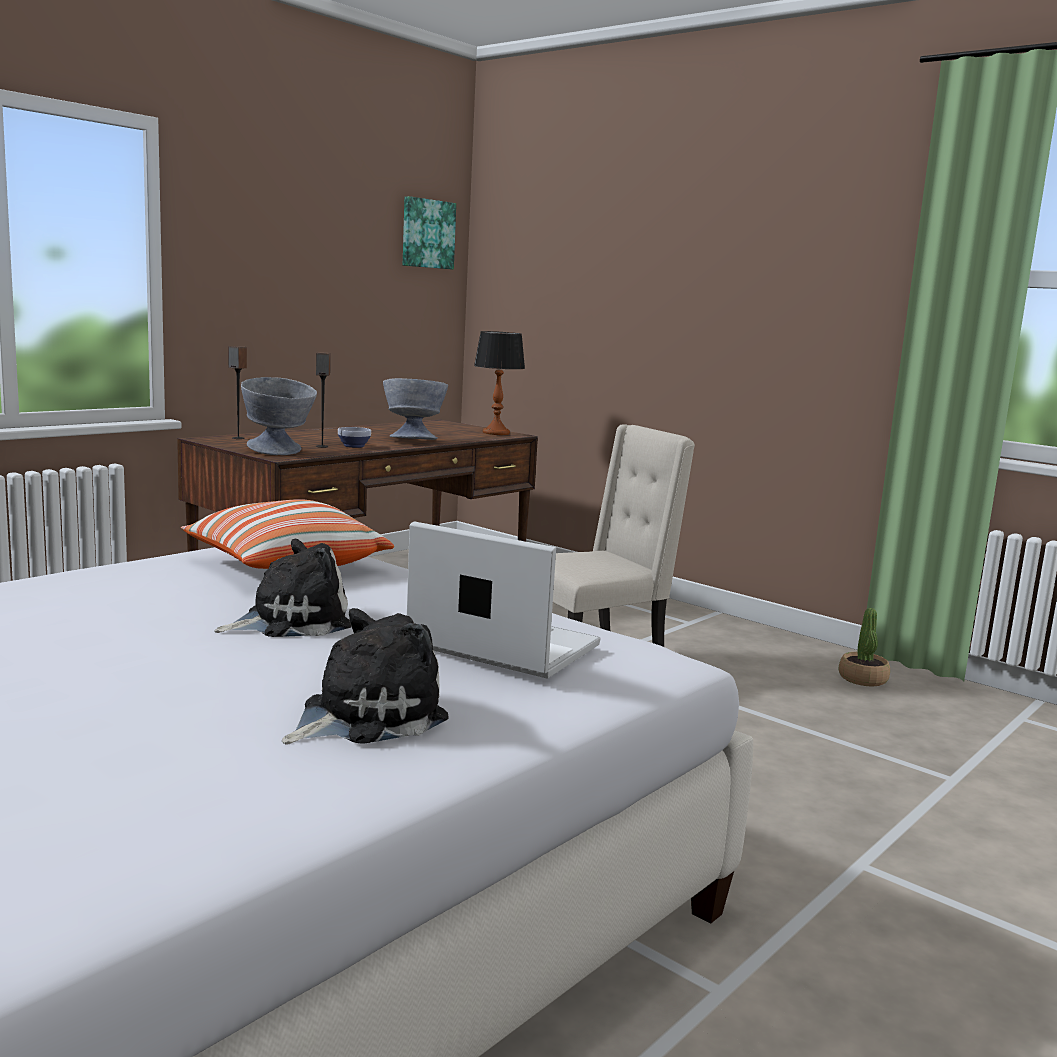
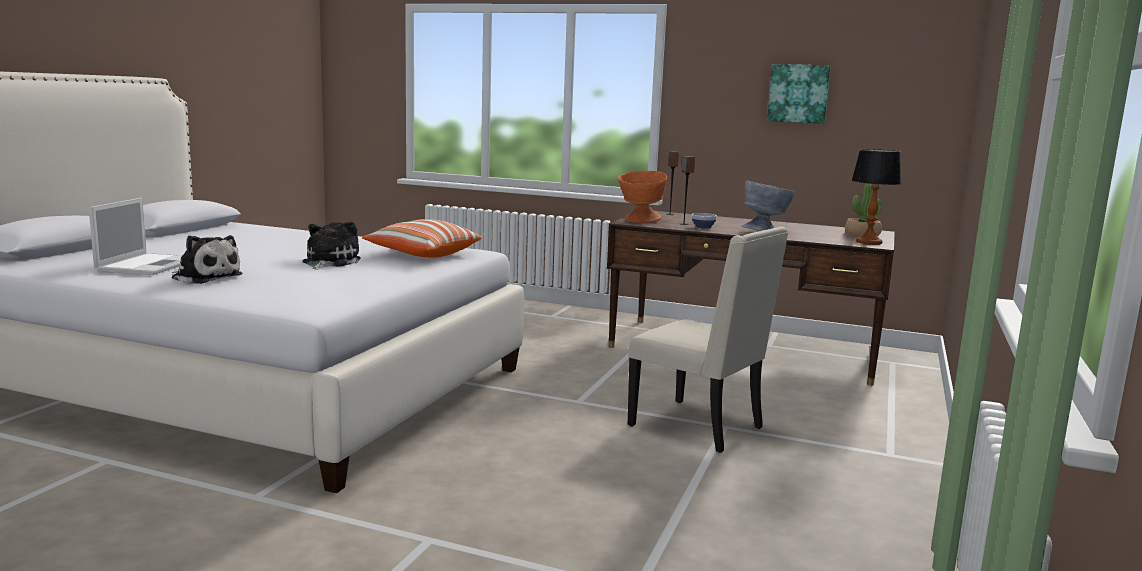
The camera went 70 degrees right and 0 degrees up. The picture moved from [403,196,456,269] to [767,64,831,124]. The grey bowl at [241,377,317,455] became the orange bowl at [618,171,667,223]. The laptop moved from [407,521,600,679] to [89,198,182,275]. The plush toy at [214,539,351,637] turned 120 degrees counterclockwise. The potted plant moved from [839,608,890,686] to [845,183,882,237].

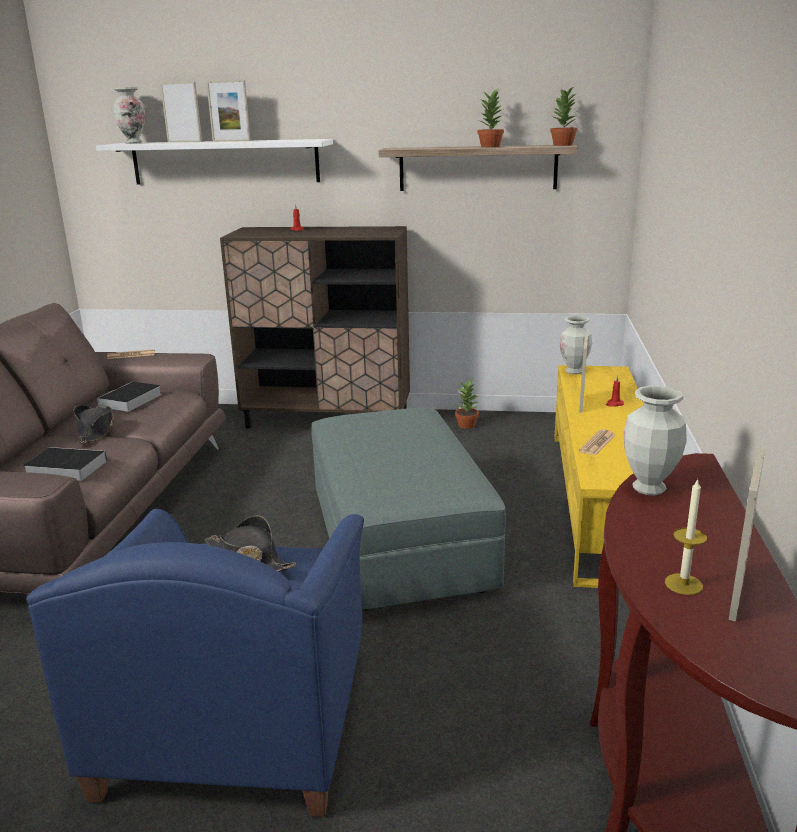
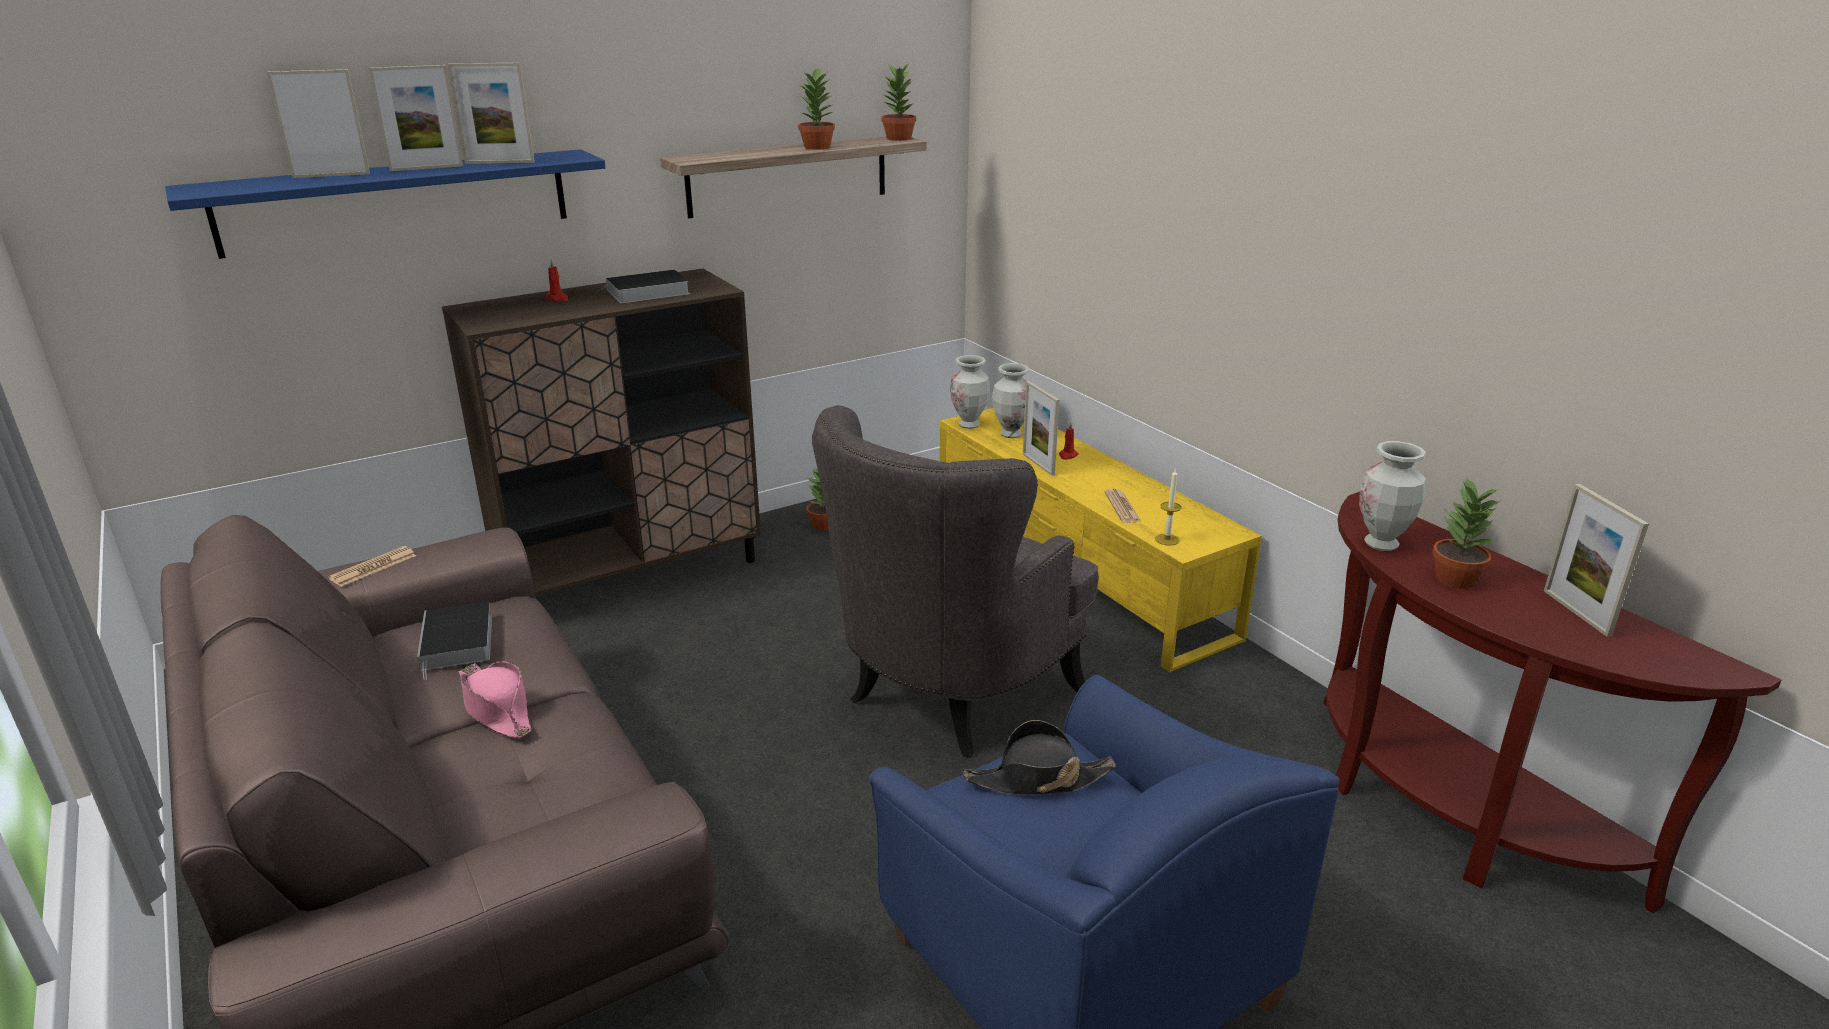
The camera went 40 degrees left and 5 degrees up. The vase moved from [113,87,145,144] to [992,363,1029,438]. The white shelf at [96,139,333,185] became the blue shelf at [165,149,605,259]. The black hat at [73,405,114,444] became the pink hat at [459,661,531,738]. The grey ottoman at [311,408,506,611] was replaced by the grey armchair at [812,405,1099,758]. The book moved from [23,447,107,481] to [595,269,690,303]. The candle moved from [665,478,707,595] to [1155,468,1182,546]. The picture frame at [448,63,535,164] appeared. The potted plant at [1432,478,1500,589] appeared.

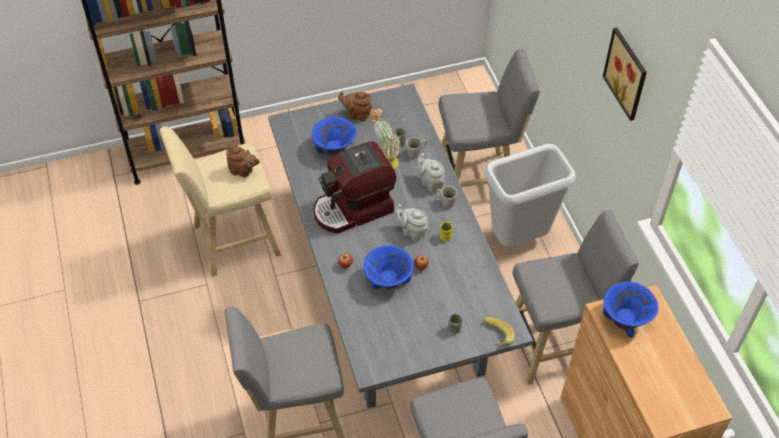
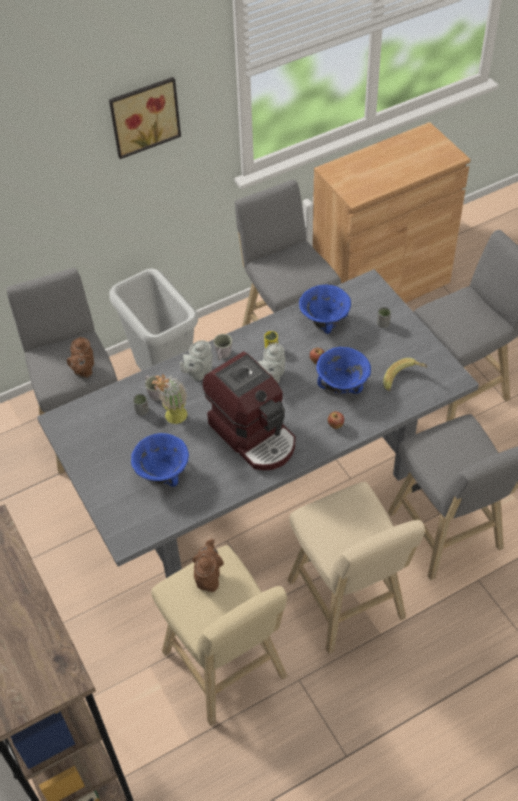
The camera went 100 degrees left and 0 degrees up. The brown teapot moved from [338,91,372,122] to [67,337,94,378]. The blue bowl moved from [603,282,658,338] to [299,285,351,334]. The banana moved from [483,317,515,346] to [383,358,428,391]. The beige stool at [287,482,425,654] appeared.

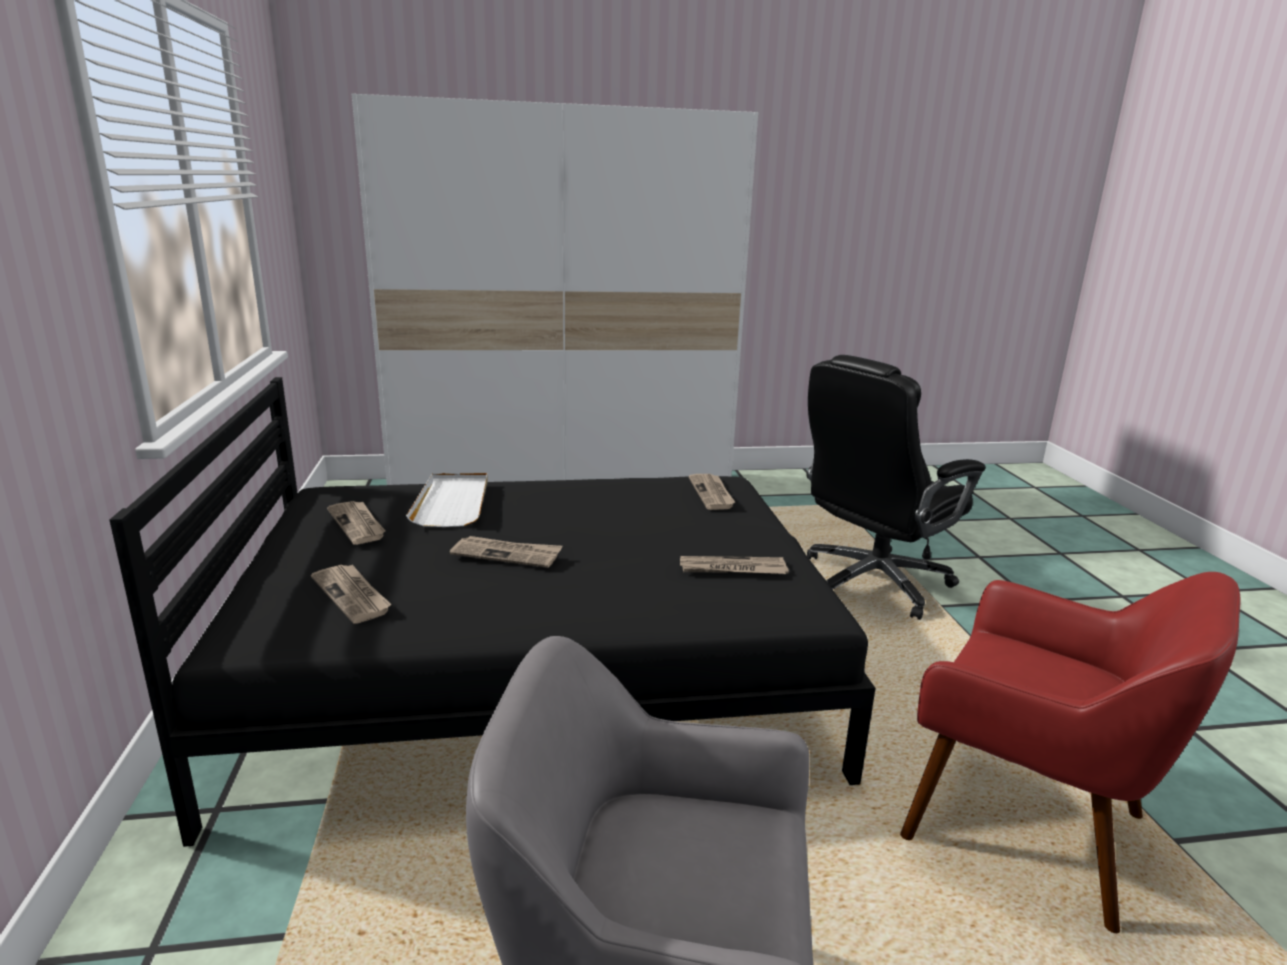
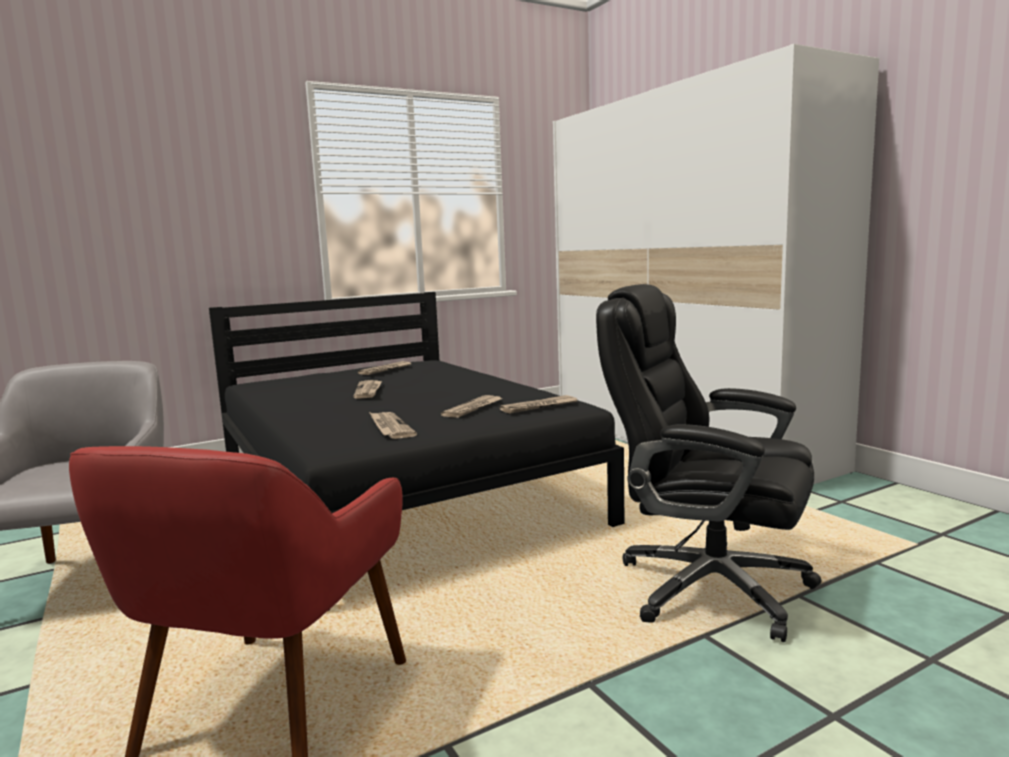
The camera went 70 degrees right and 10 degrees down. The white tray at [406,473,488,527] disappeared. The newspaper moved from [311,565,391,624] to [441,395,503,418].

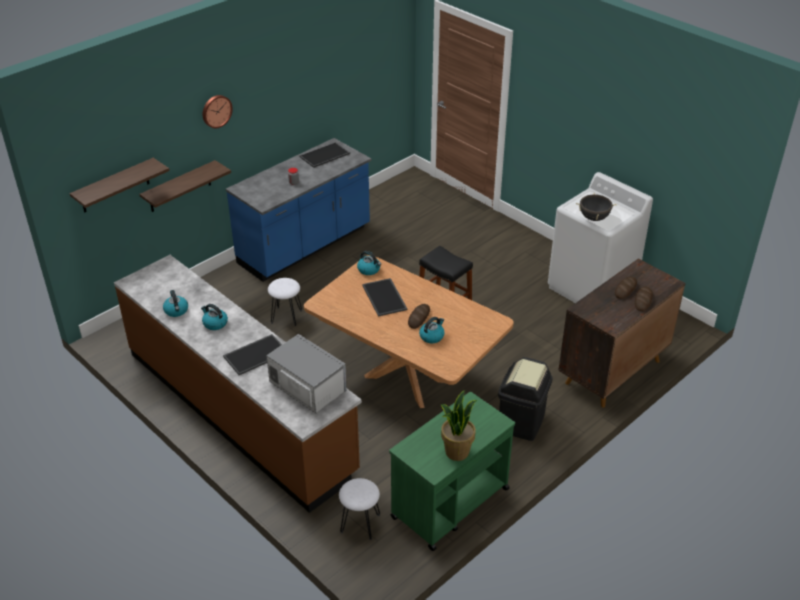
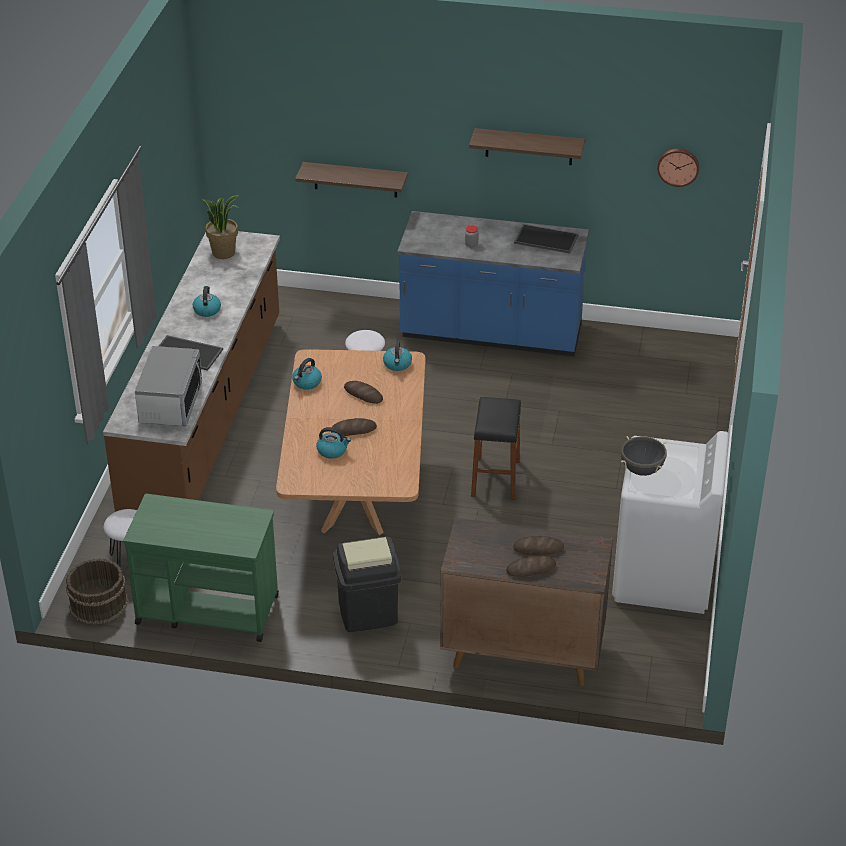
The camera went 55 degrees right and 0 degrees up. The wall clock moved from [203,95,233,128] to [657,149,699,187]. The shelf moved from [70,158,170,212] to [469,128,585,165]. The tray at [362,278,407,317] was replaced by the bread at [344,381,383,404]. The kettle moved from [163,290,188,317] to [292,358,322,389]. The potted plant moved from [441,390,477,461] to [202,196,239,259]. The brown bucket at [66,558,128,624] appeared.

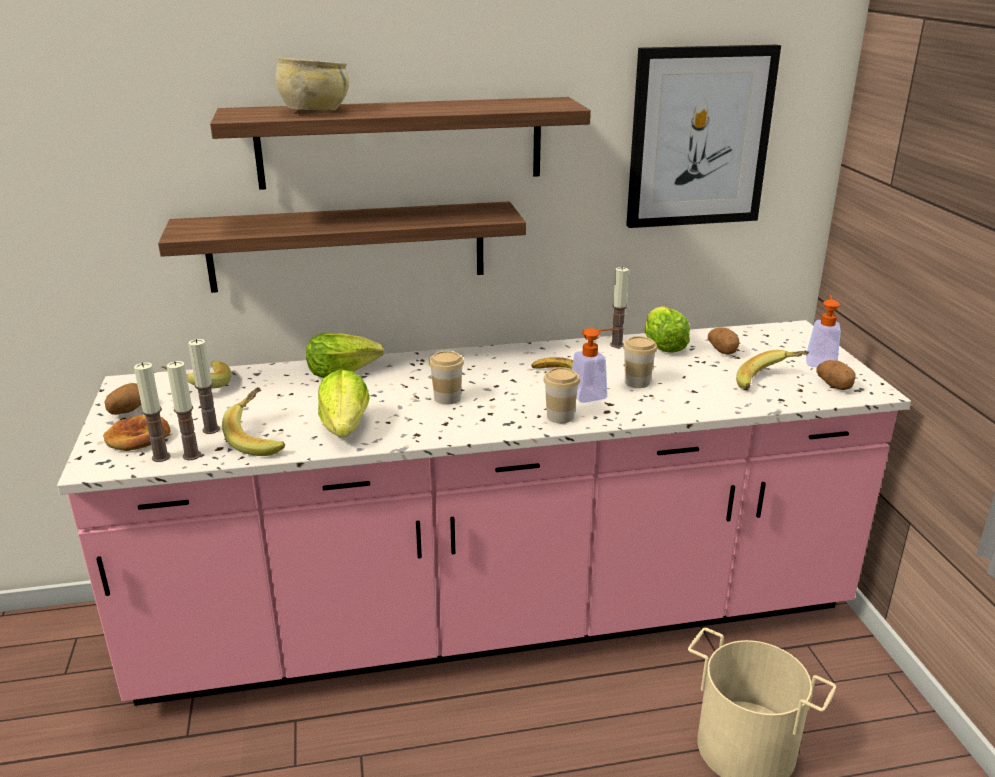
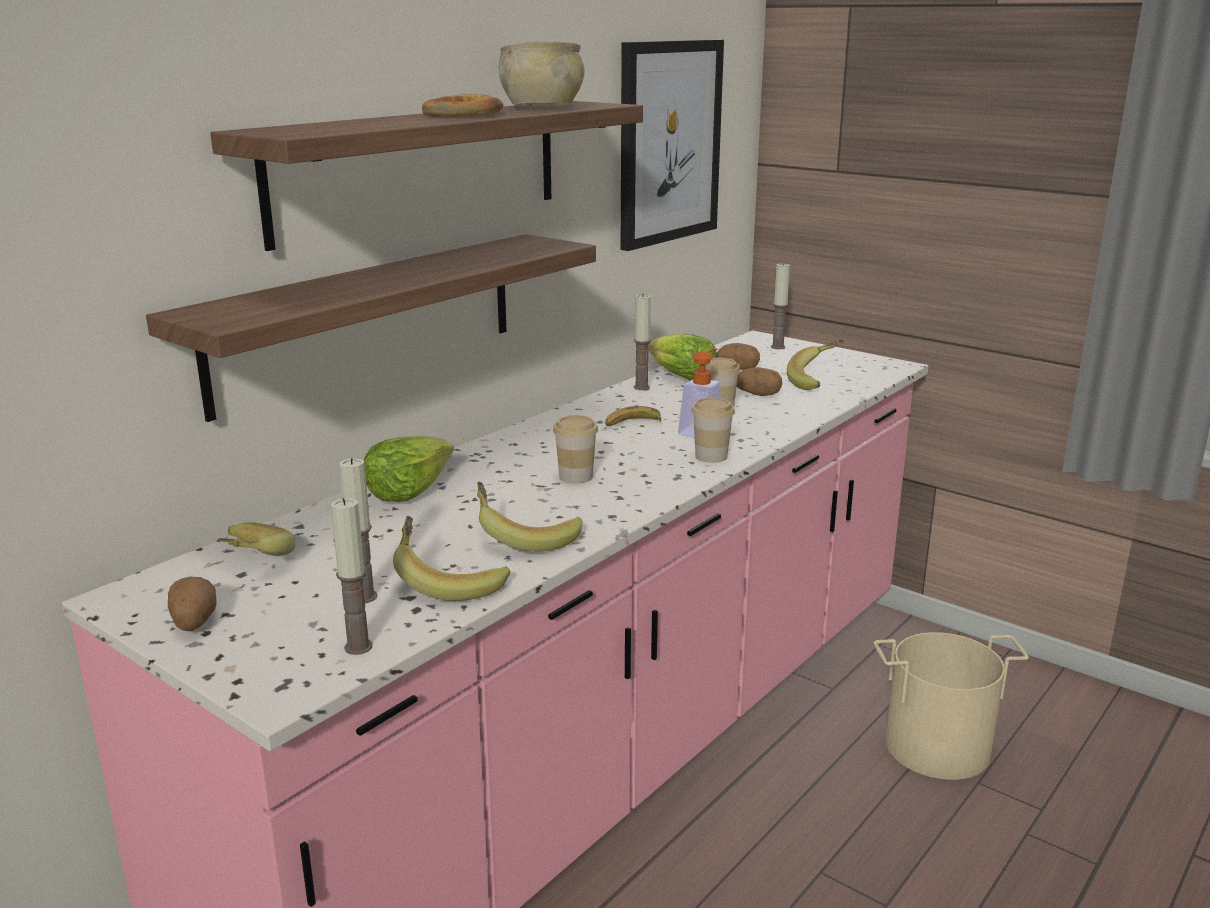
The camera went 40 degrees left and 5 degrees down. The beige bowl moved from [275,58,349,110] to [499,41,585,106]. The soap dispenser at [806,295,841,367] disappeared. The potato moved from [816,360,855,390] to [737,367,782,396]. The candle moved from [167,361,201,460] to [771,263,790,349]. The lettuce at [318,369,370,437] was replaced by the banana at [477,482,583,552]. The bread moved from [104,415,170,451] to [422,94,503,116].

